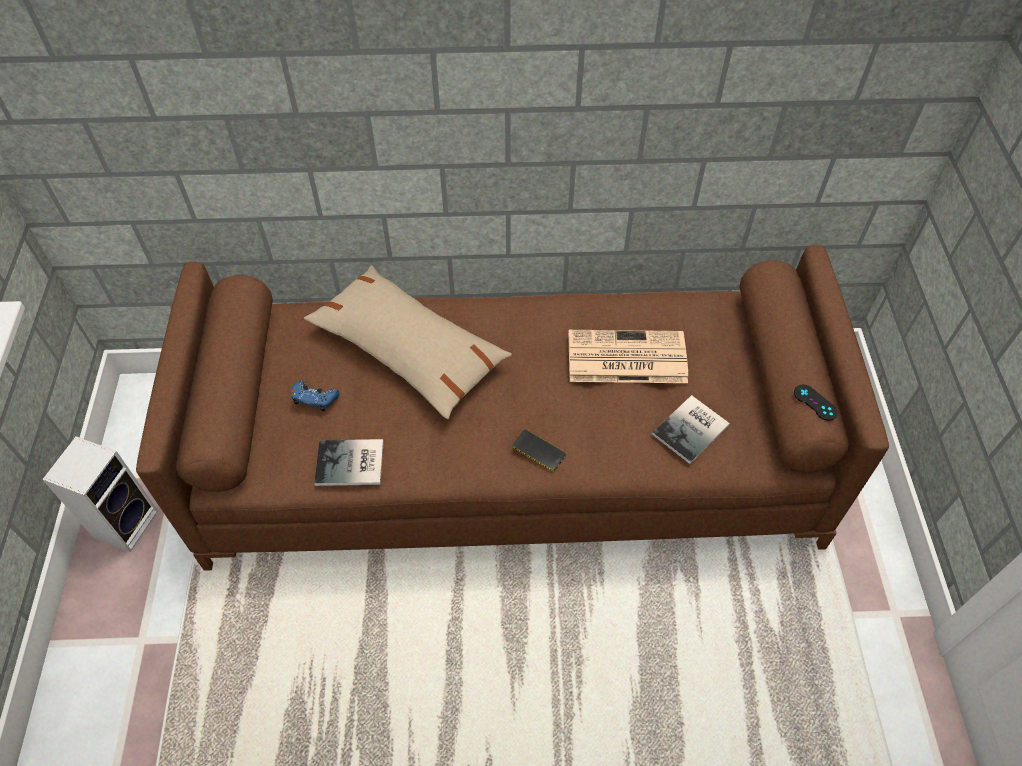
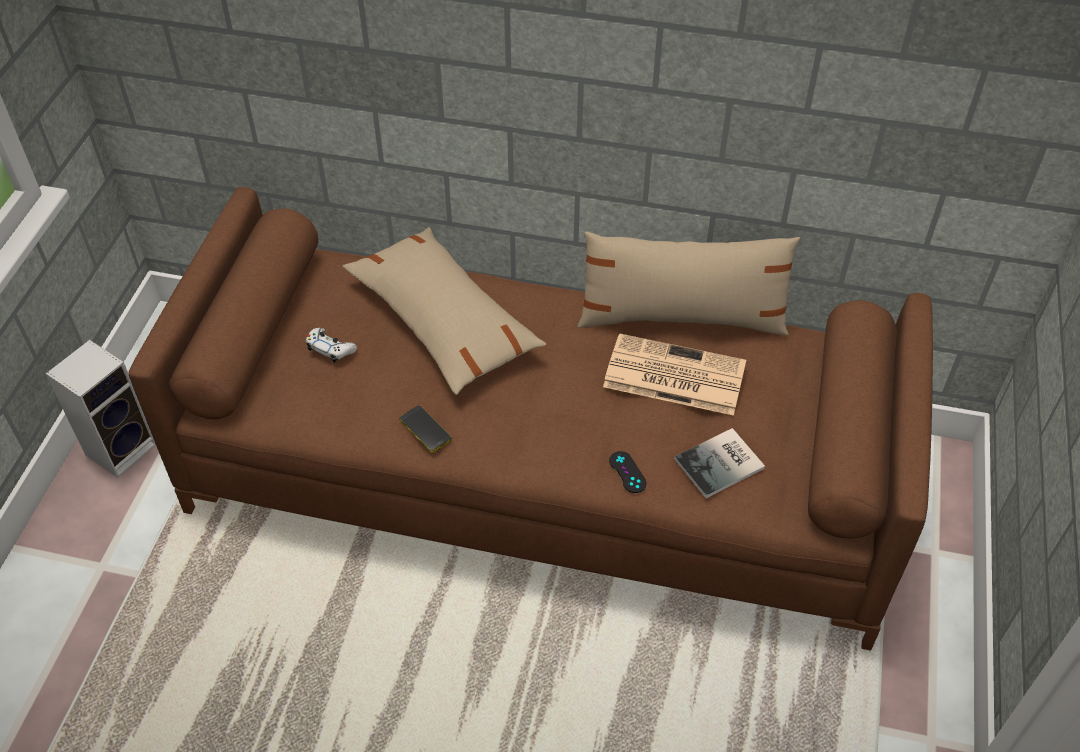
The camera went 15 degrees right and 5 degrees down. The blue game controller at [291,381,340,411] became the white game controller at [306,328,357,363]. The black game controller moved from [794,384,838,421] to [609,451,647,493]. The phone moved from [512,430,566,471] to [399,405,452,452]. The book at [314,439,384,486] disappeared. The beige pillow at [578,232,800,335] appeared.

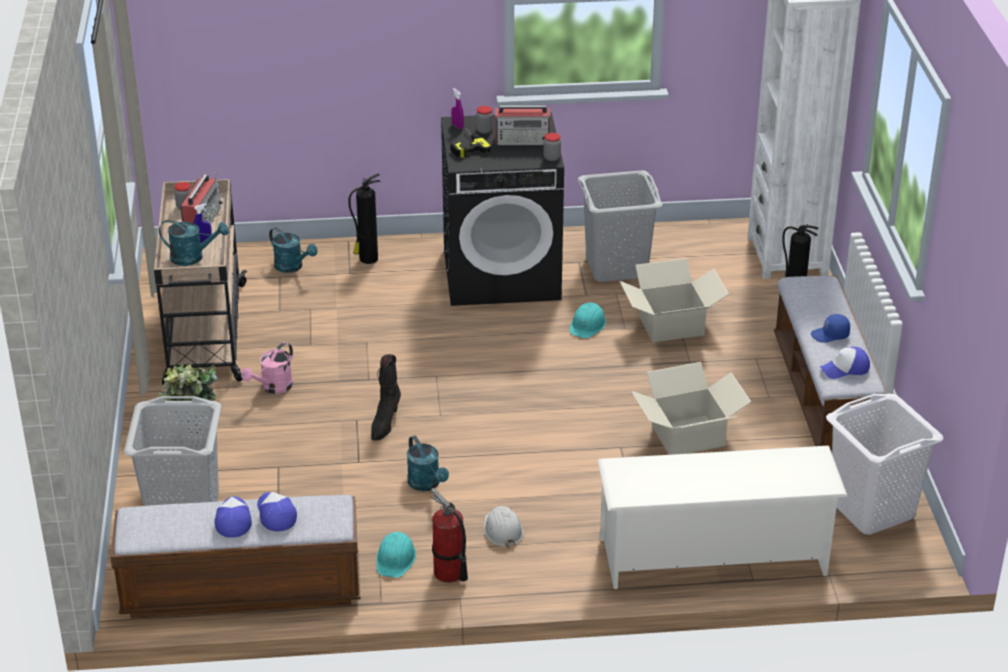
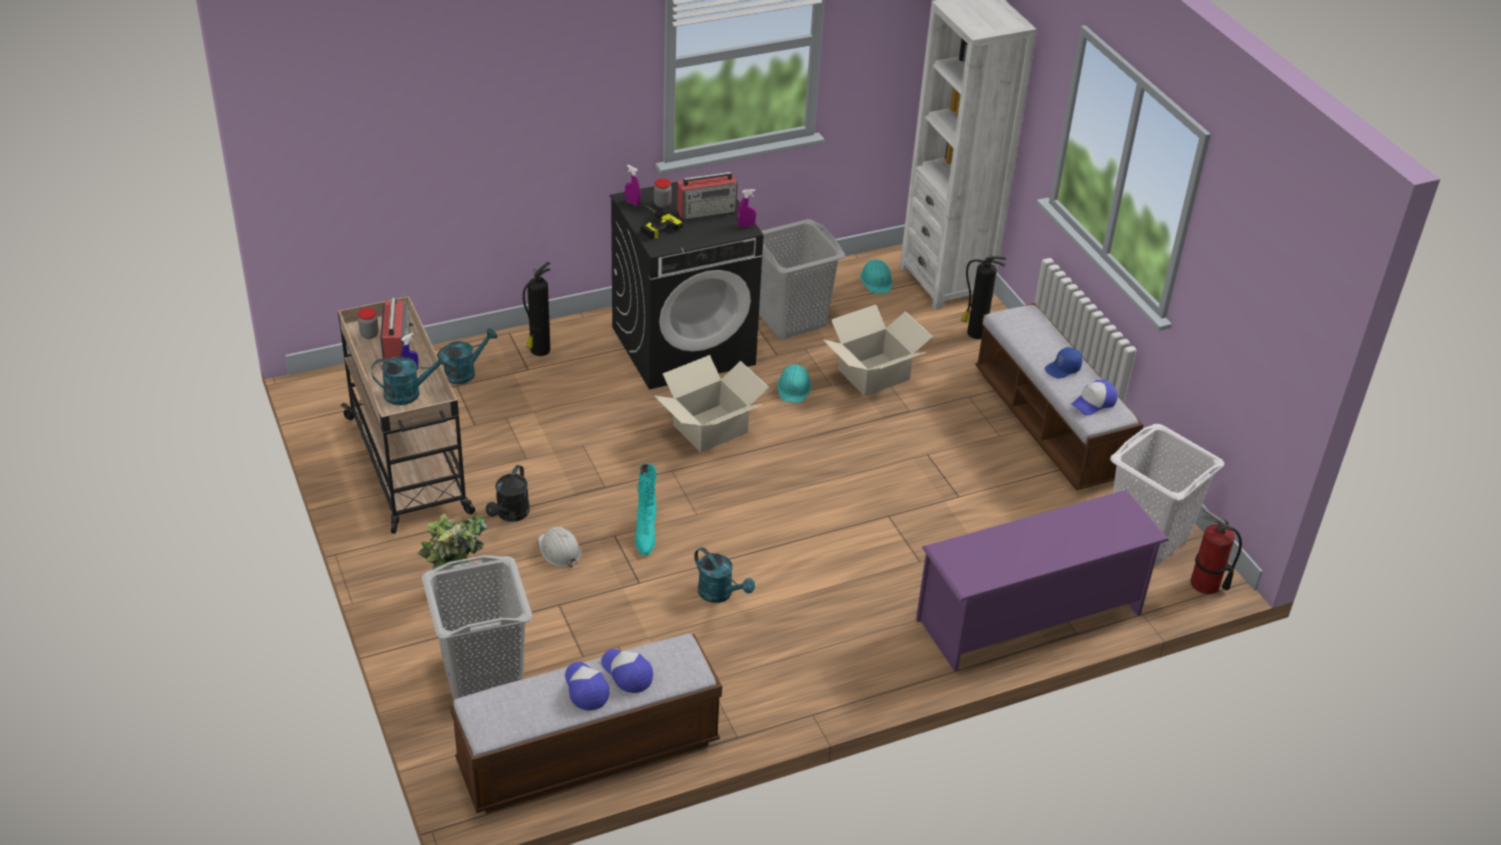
The camera went 20 degrees left and 5 degrees up. The jar at [543,133,561,161] was replaced by the purple spray bottle at [737,189,756,227]. The turquoise watering can at [269,227,318,273] turned 60 degrees counterclockwise. The pink watering can at [241,342,293,394] became the black watering can at [486,465,530,522]. The black boot at [371,354,401,441] became the turquoise boot at [635,463,657,556]. The cardboard box moved from [631,362,751,455] to [655,355,769,452]. The white shoe rack at [598,446,848,589] became the purple shoe rack at [916,490,1169,672]. The fire extinguisher moved from [431,488,468,583] to [1191,508,1242,594]. The white hard hat moved from [484,506,524,548] to [538,527,582,568]. The turquoise hard hat moved from [376,532,416,578] to [860,259,892,294].

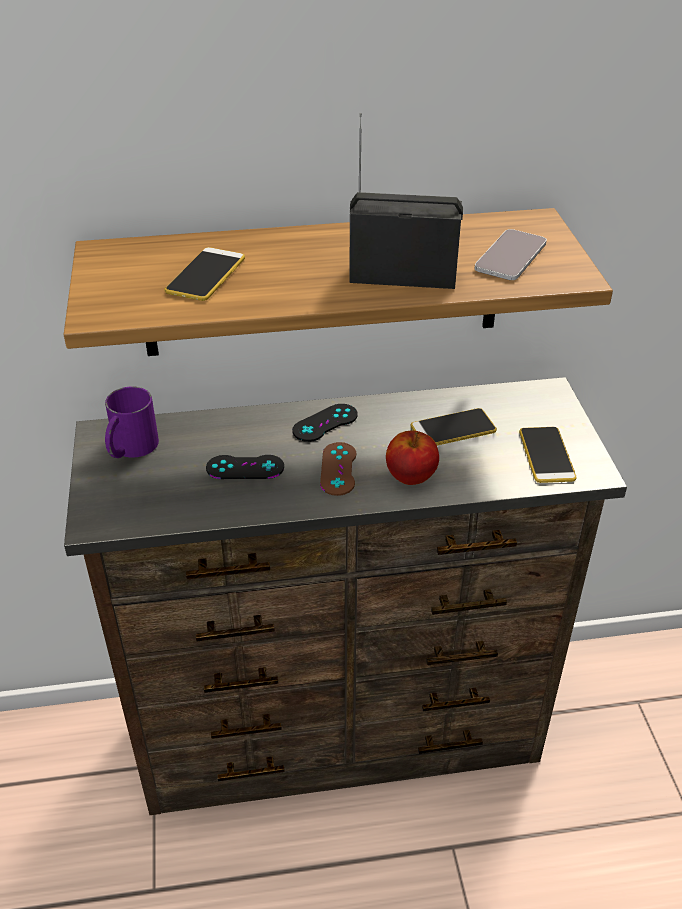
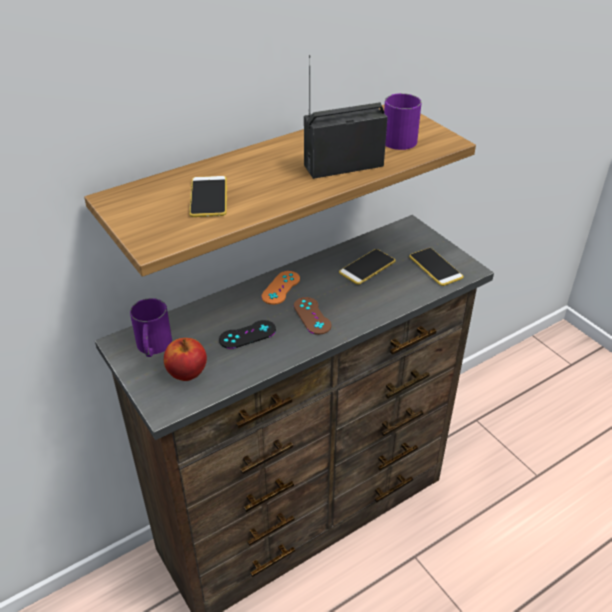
The camera went 25 degrees left and 0 degrees up. The phone at [474,229,547,280] was replaced by the purple mug at [384,93,422,150]. The black game controller at [292,404,358,442] became the orange game controller at [261,271,300,305]. The apple moved from [386,431,439,485] to [164,338,207,381].

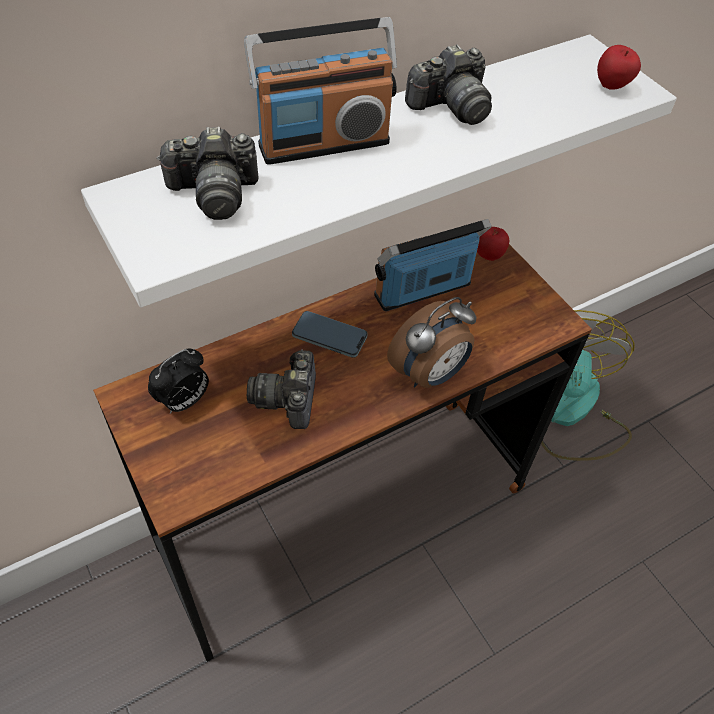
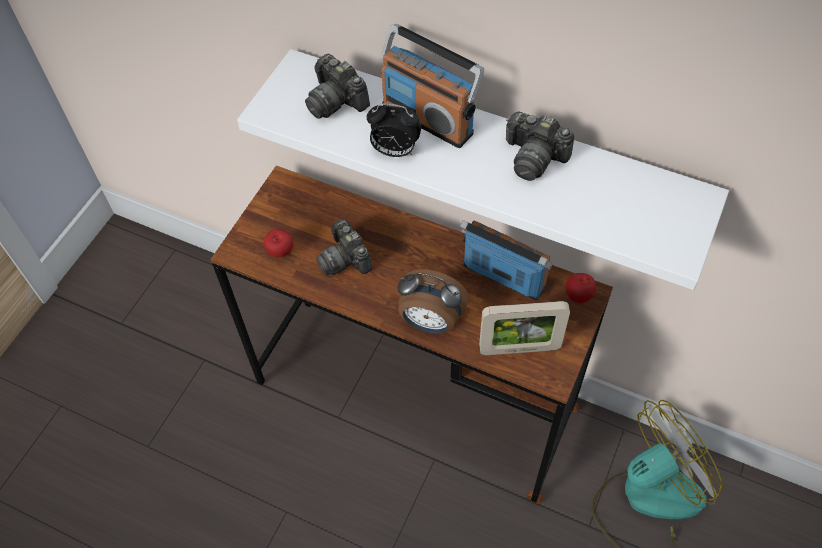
The camera went 60 degrees right and 5 degrees up. The apple moved from [597,45,641,90] to [263,229,293,257]. The phone at [292,311,368,358] disappeared. The alarm clock moved from [148,349,209,414] to [367,103,421,157]. The photo camera at [247,350,316,429] turned 90 degrees counterclockwise. The picture frame at [479,301,570,355] appeared.

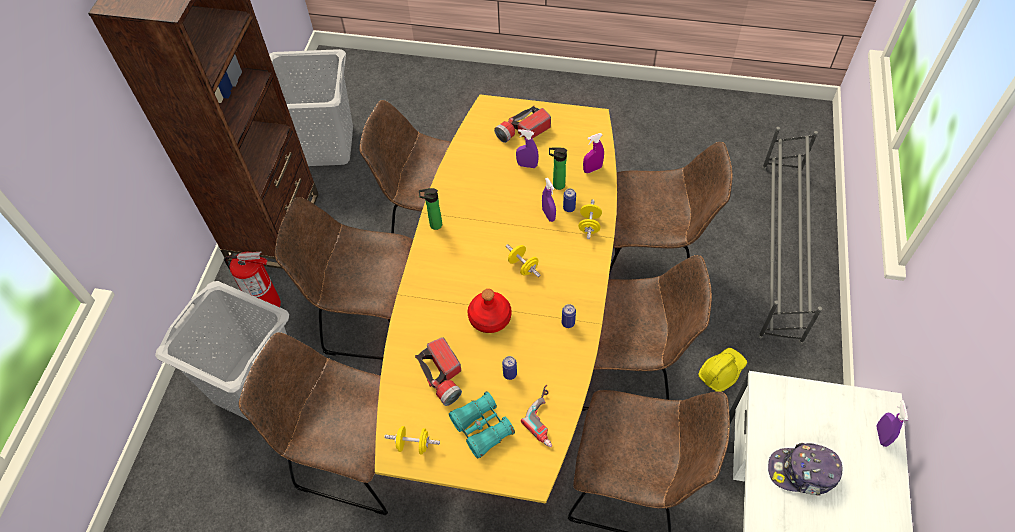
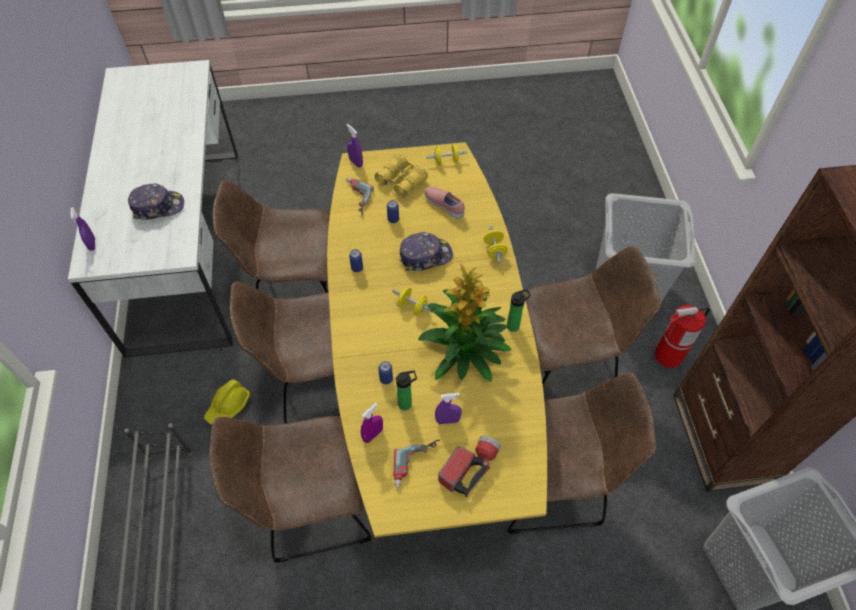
The camera went 160 degrees right and 0 degrees up. The purple spray bottle moved from [542,178,556,222] to [347,124,363,168]. The yellow dumbbell moved from [578,199,602,239] to [484,226,508,263]. The red bottle at [468,289,511,333] was replaced by the cap at [399,232,453,271]. The brown chair at [239,332,388,515] disappeared. The flashlight at [415,337,462,406] was replaced by the pink shoe at [424,187,465,219]. The turquoise binoculars at [449,391,515,459] became the yellow binoculars at [375,153,428,198]. The potted plant at [418,263,512,382] appeared. The power drill at [393,440,440,489] appeared.

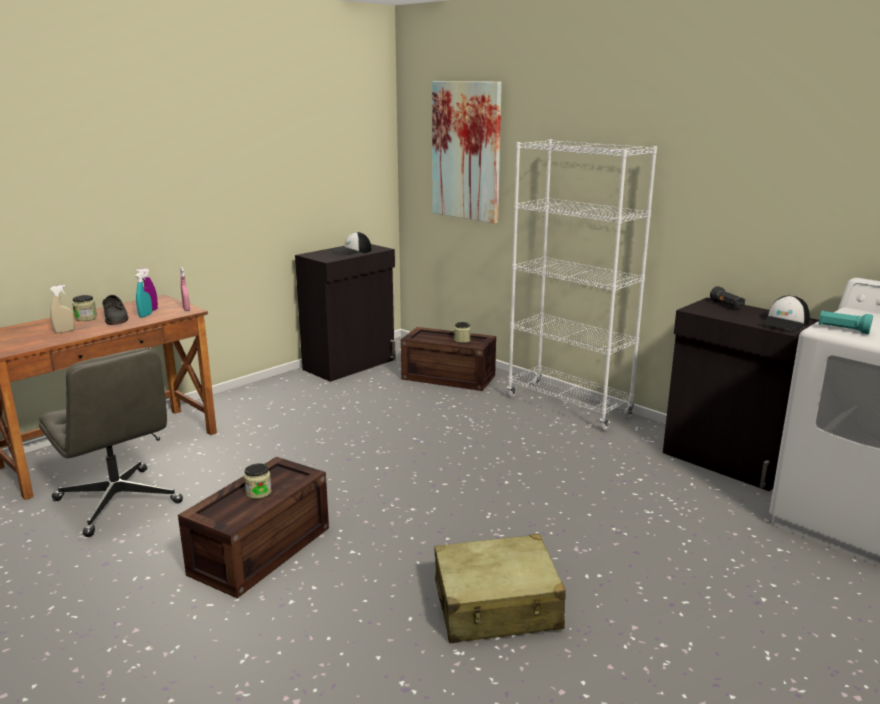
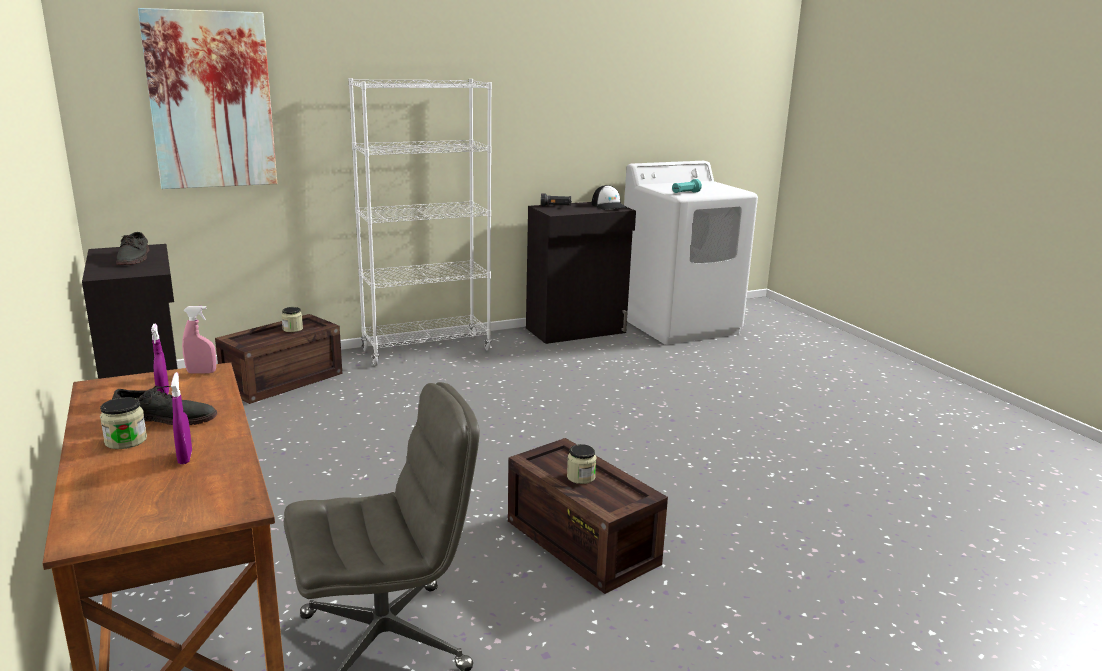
The camera went 70 degrees left and 0 degrees up. The cap at [332,232,372,255] was replaced by the grey shoe at [116,232,149,265]. The turquoise spray bottle at [136,271,152,318] disappeared. The beige spray bottle at [50,285,75,333] became the purple spray bottle at [171,372,192,464]. The beige suitcase at [435,534,566,643] disappeared.

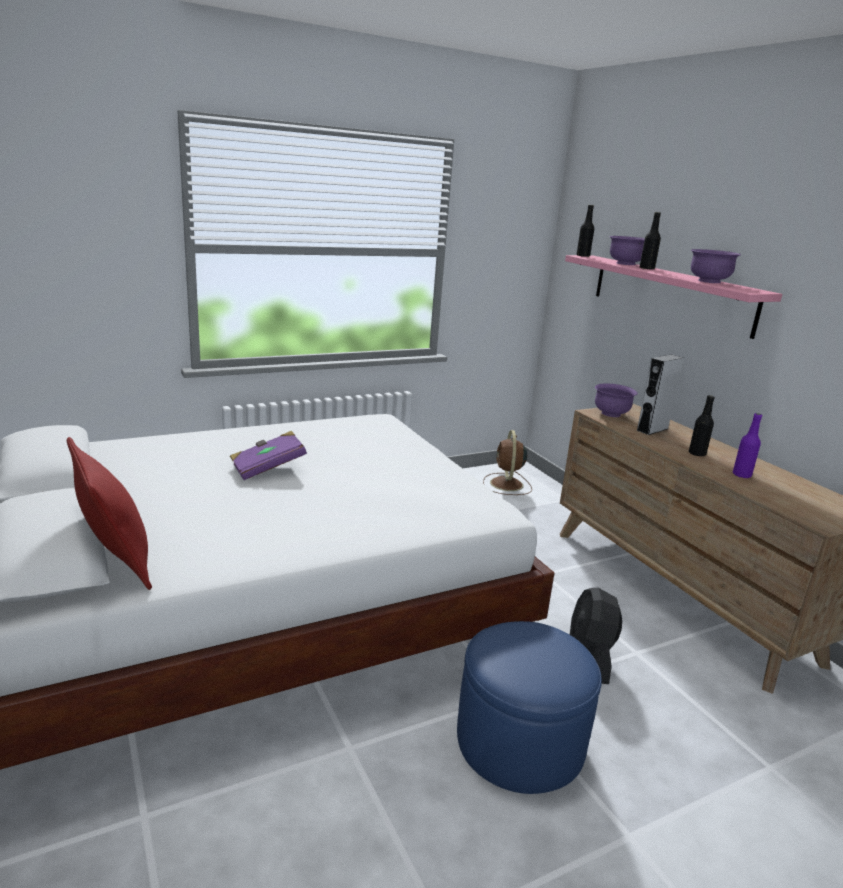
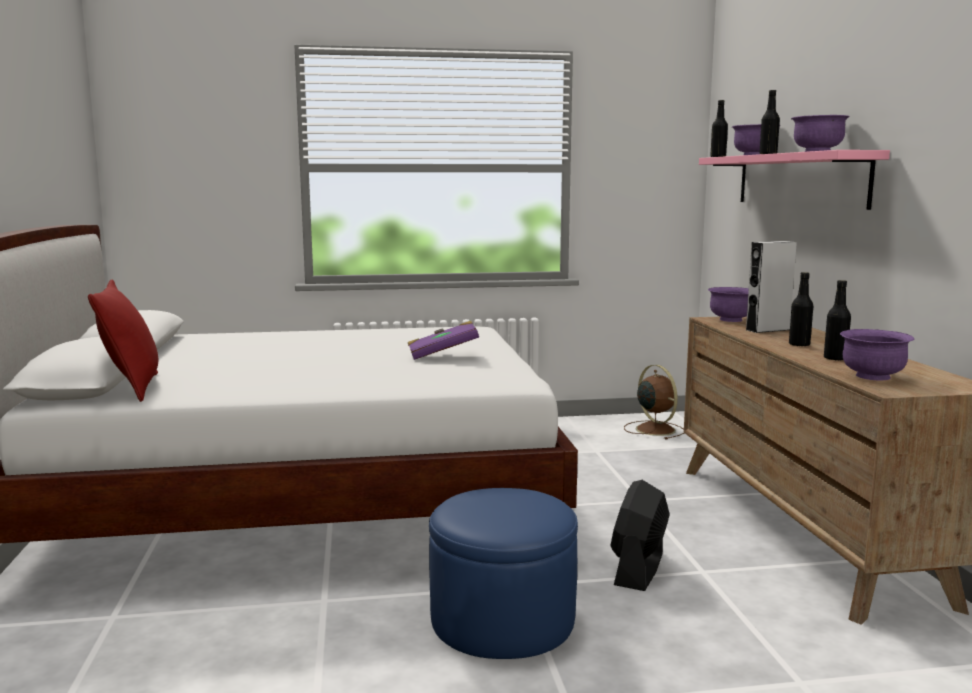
The camera went 20 degrees right and 10 degrees down. The purple bottle at [733,413,762,478] became the black bottle at [824,280,851,361]. The brown fan at [483,430,532,495] turned 135 degrees clockwise. The purple book moved from [230,431,307,480] to [408,321,479,360]. The purple bowl at [840,329,915,380] appeared.

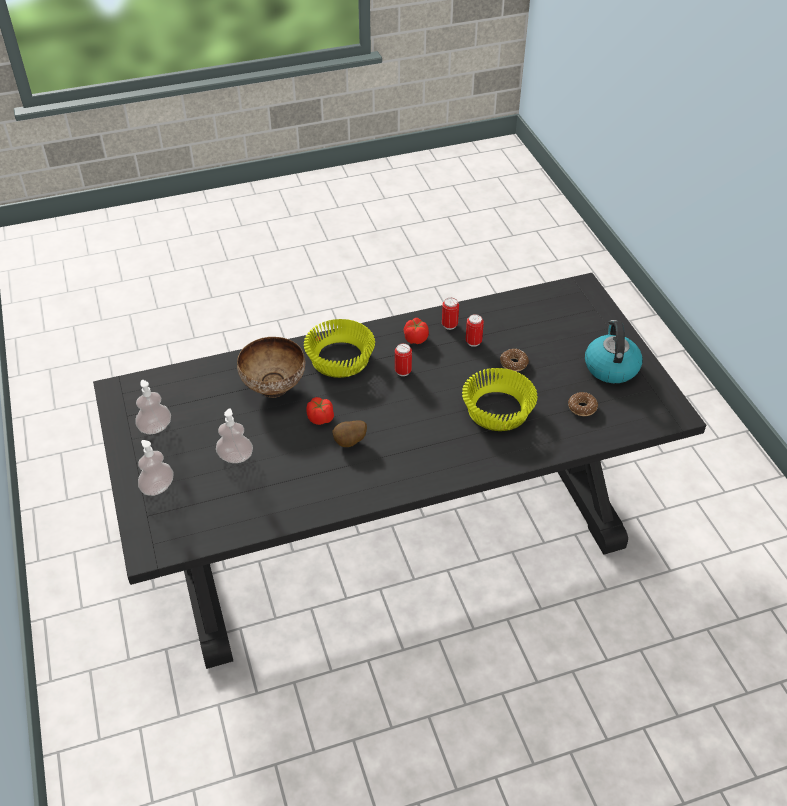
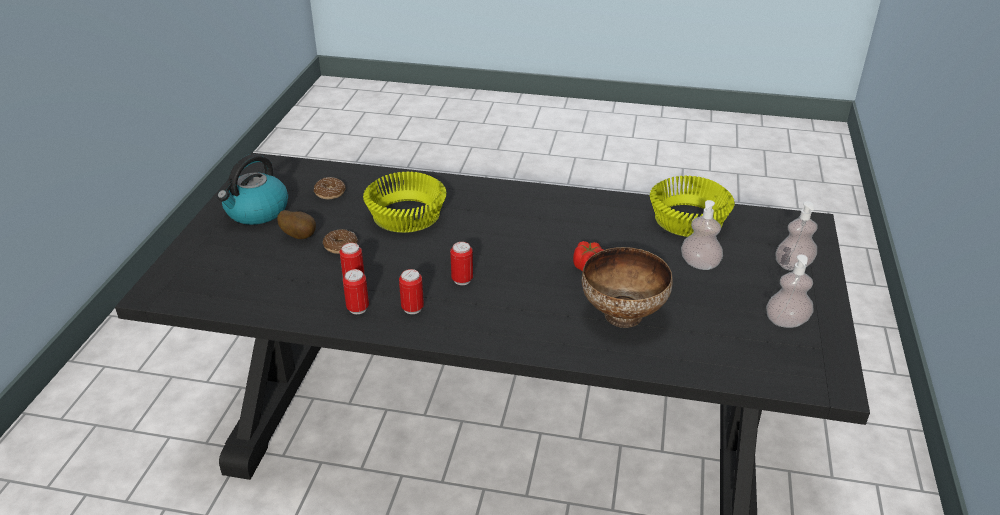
The camera went 150 degrees left and 10 degrees down. The tomato at [404,318,429,344] was replaced by the can at [399,269,424,314]. The yellow bowl moved from [304,319,375,378] to [650,176,735,237]. The potato moved from [333,420,367,447] to [277,210,316,239].

